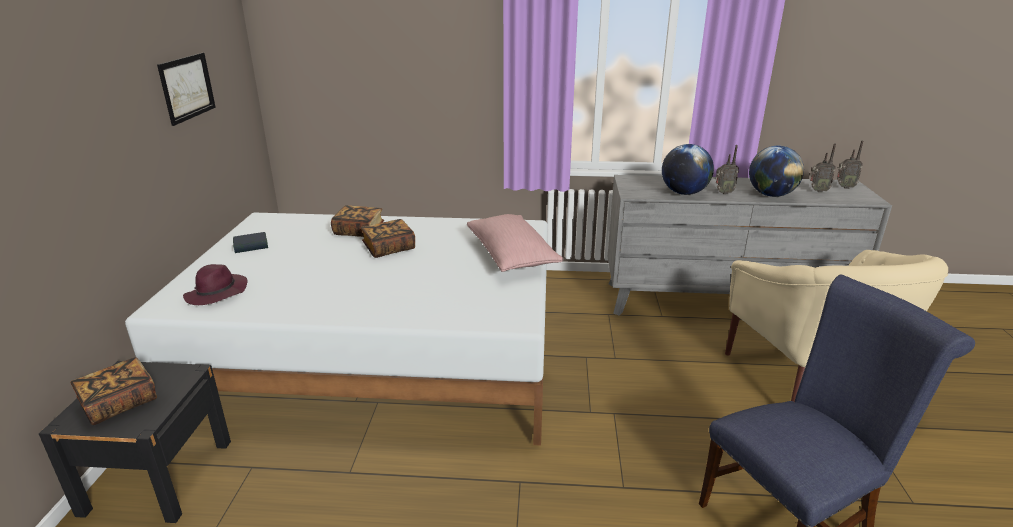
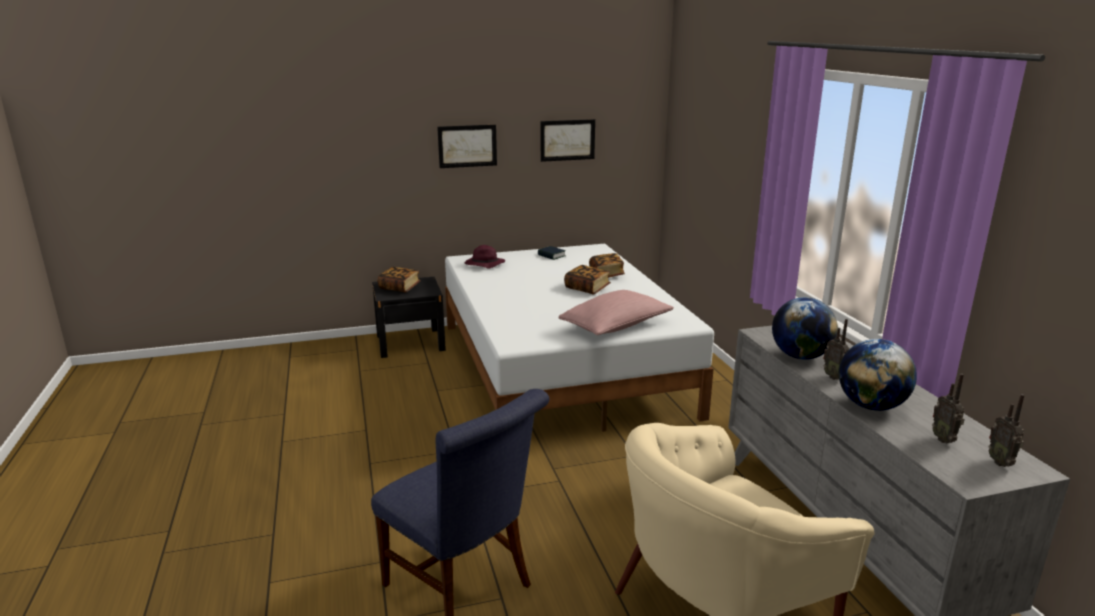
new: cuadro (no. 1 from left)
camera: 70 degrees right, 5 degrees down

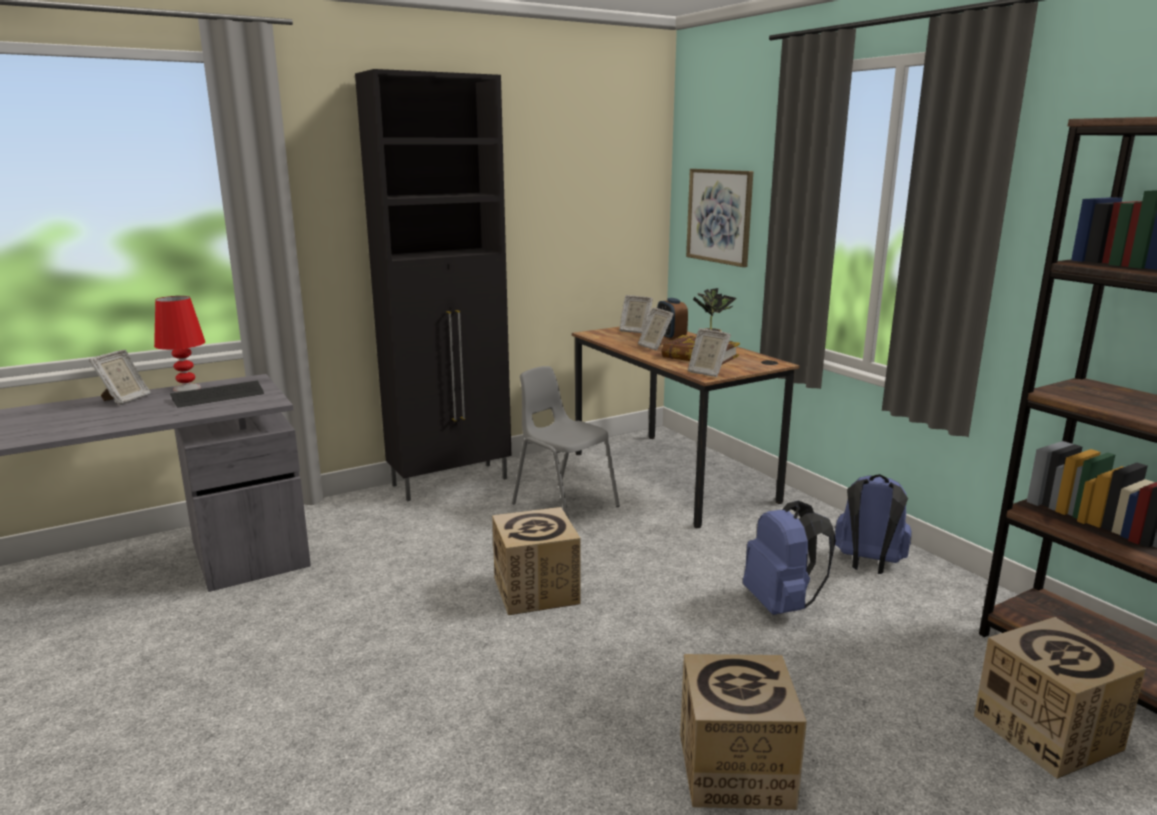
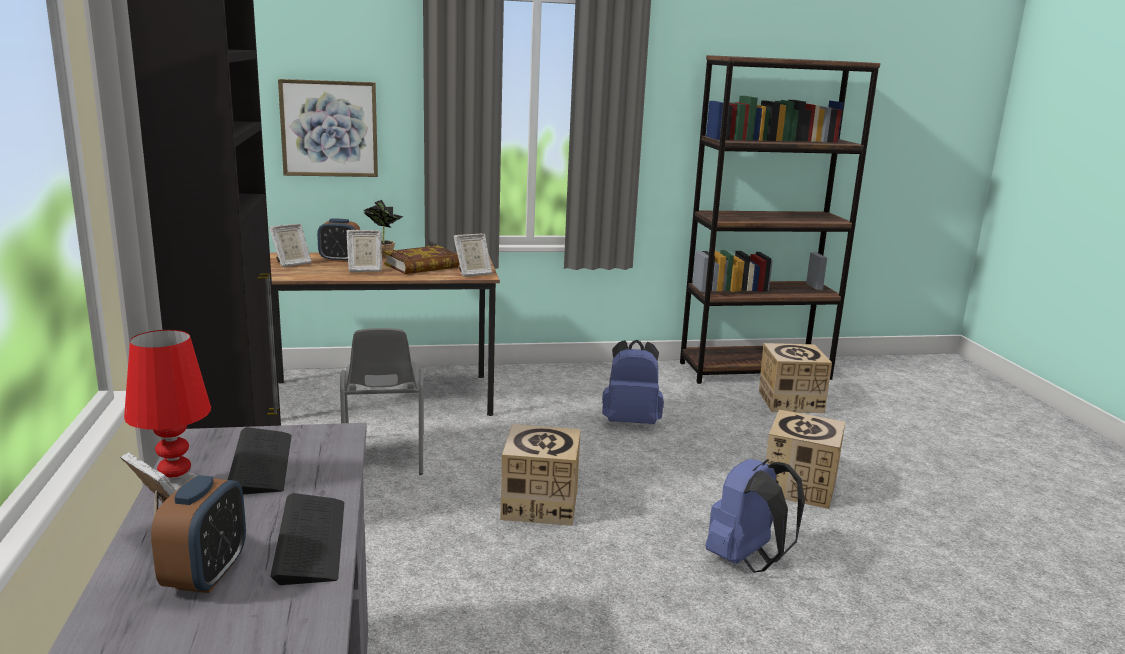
new: despertador (no. 1 from left); teclado (no. 2 from left)
shifted: mochila [azul] (no. 2 from left)
rotated: silla [gris] 75 degrees counterclockwise
camera: 70 degrees left, 0 degrees up

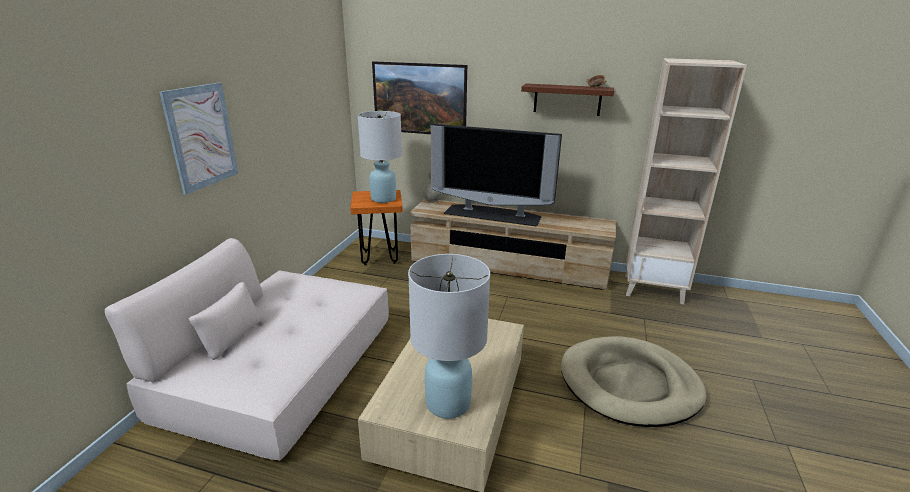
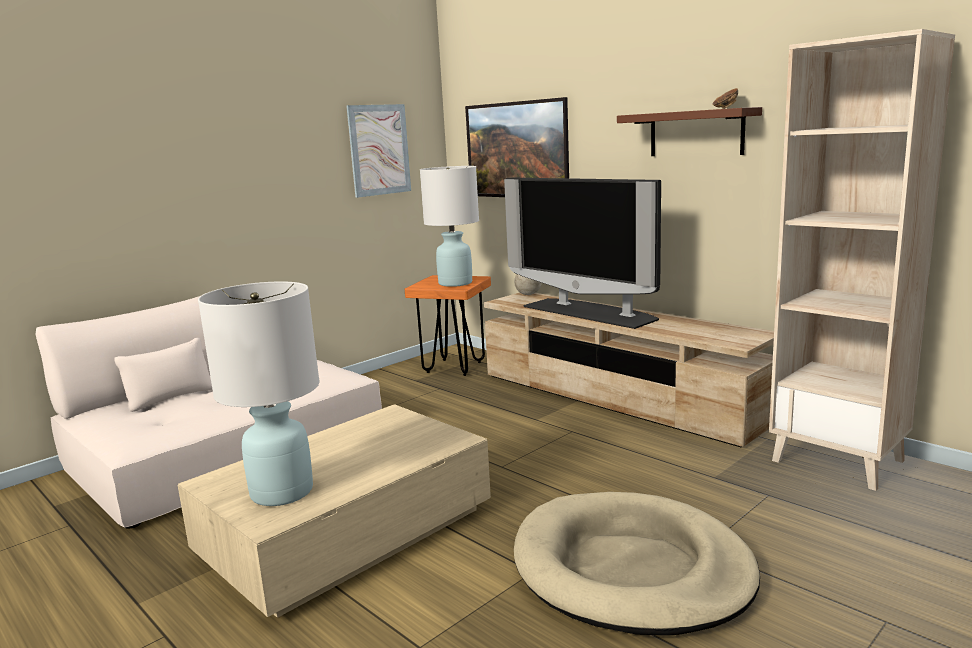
shifted: cuadro (no. 1 from left)
camera: 30 degrees right, 10 degrees down

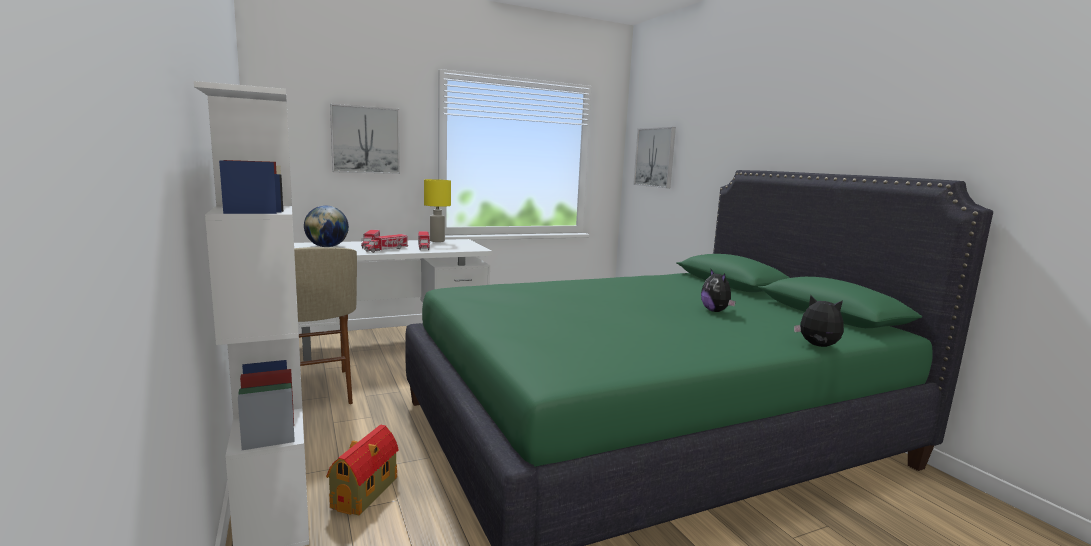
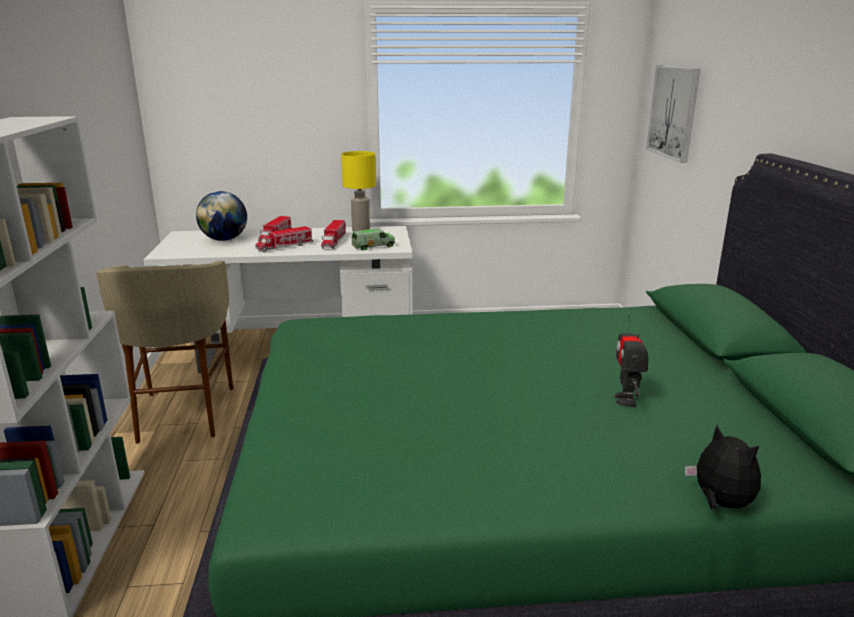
gone: casita; cuadro (no. 1 from left)
new: camión de juguete (no. 4 from left)
swapped: peluche (no. 1 from left) to robot de juguete
camera: 20 degrees right, 10 degrees up

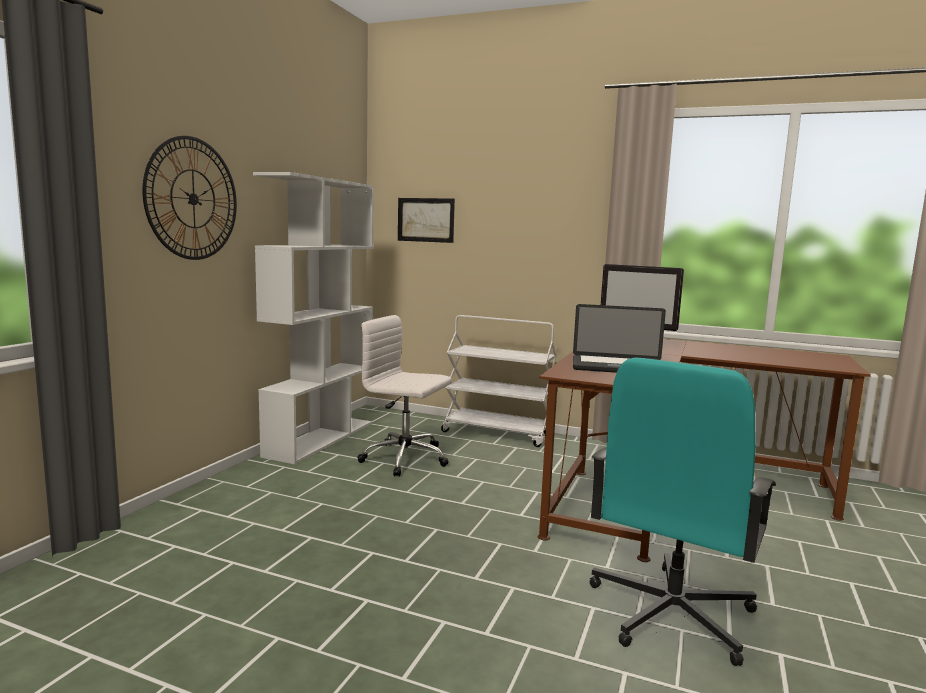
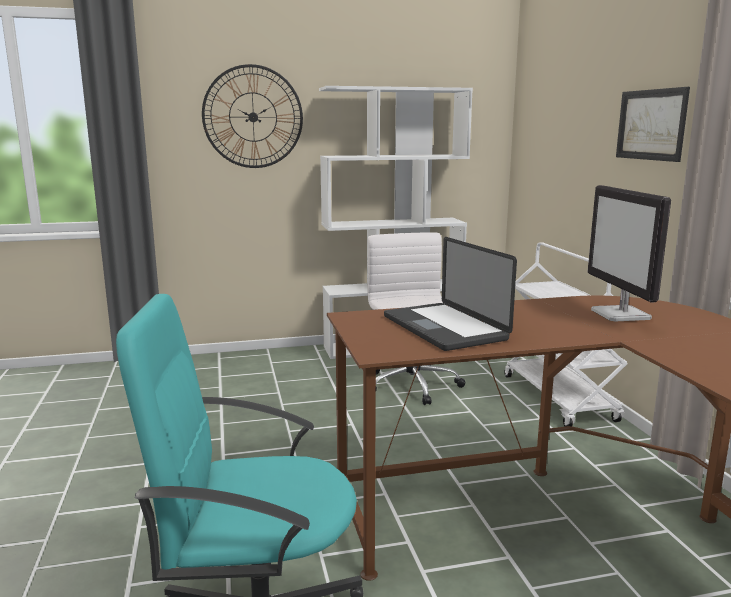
shifted: cuadro
camera: 55 degrees right, 5 degrees up

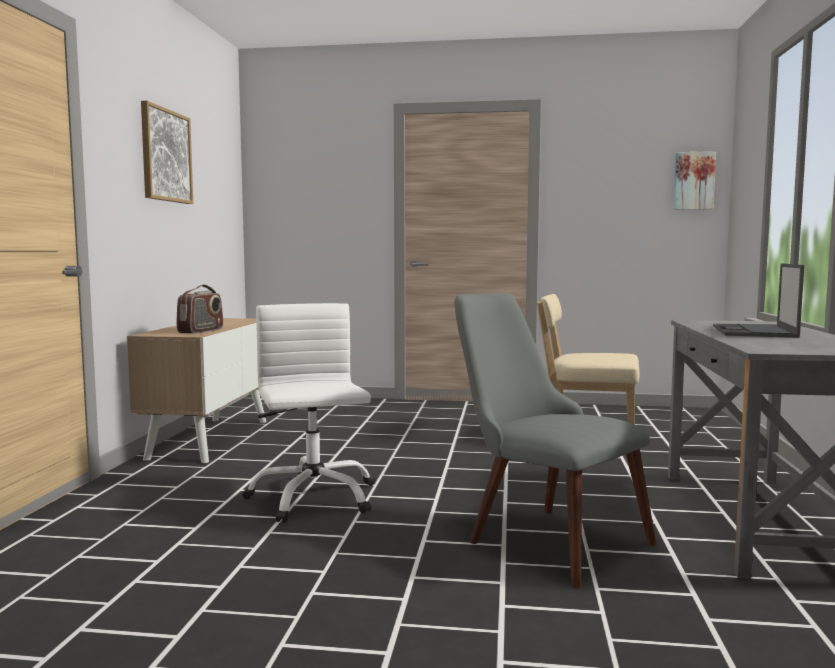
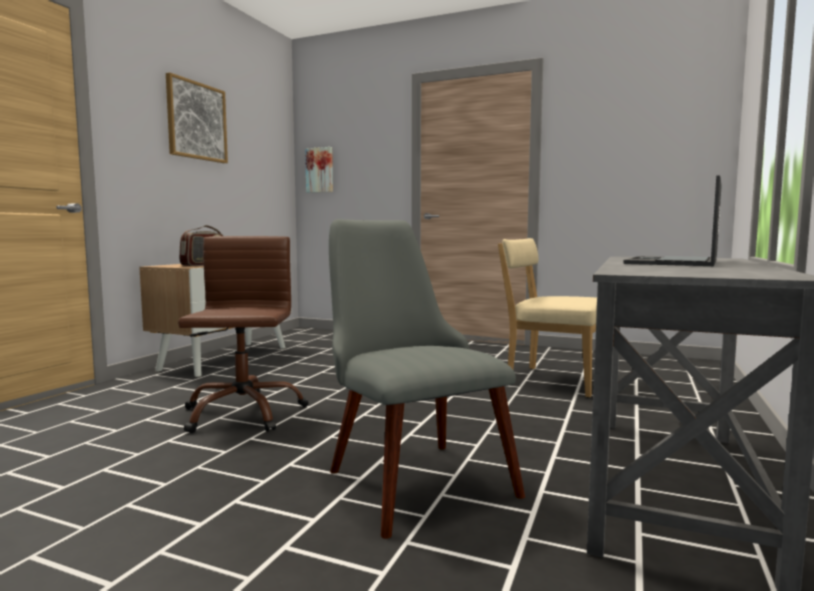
shifted: cuadro (no. 2 from left)
repainted: silla de oficina [blanco] to silla de oficina [marrón]
camera: 15 degrees right, 0 degrees up

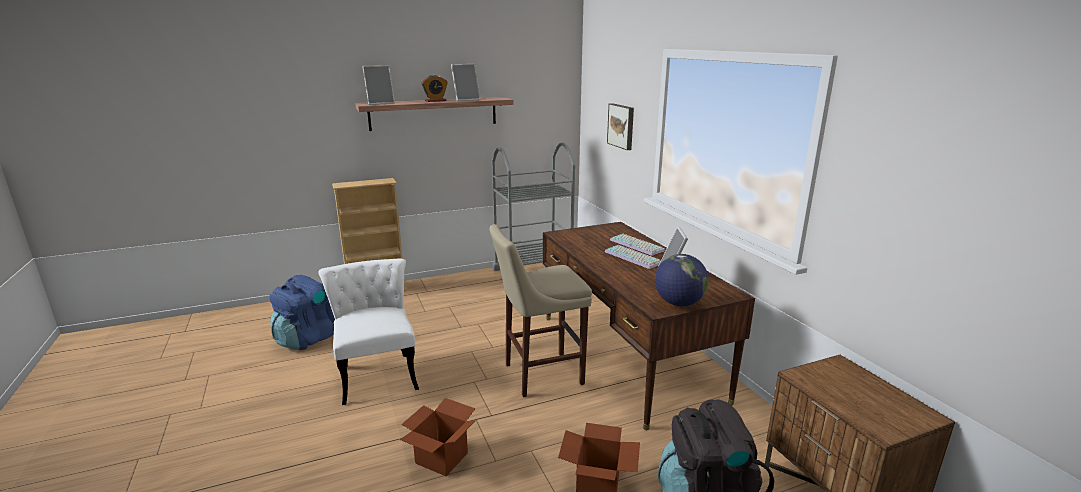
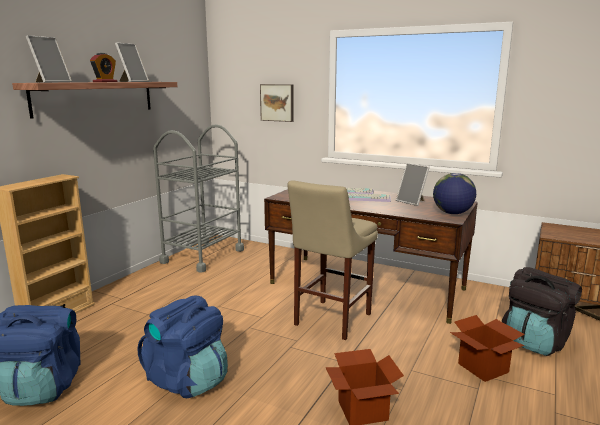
swapped: silla [blanco] to mochila [azul] (no. 2 from left)
camera: 40 degrees left, 5 degrees down

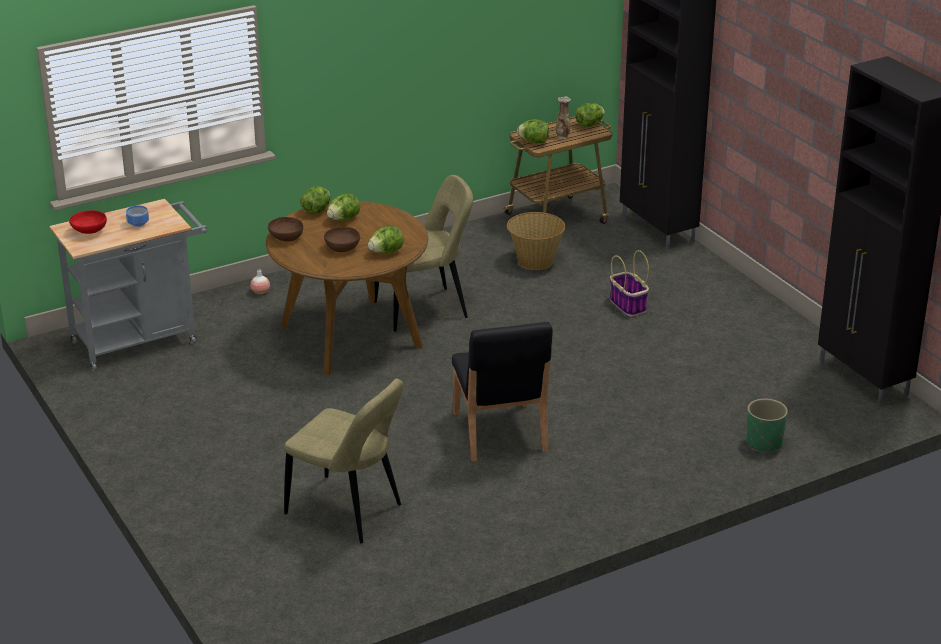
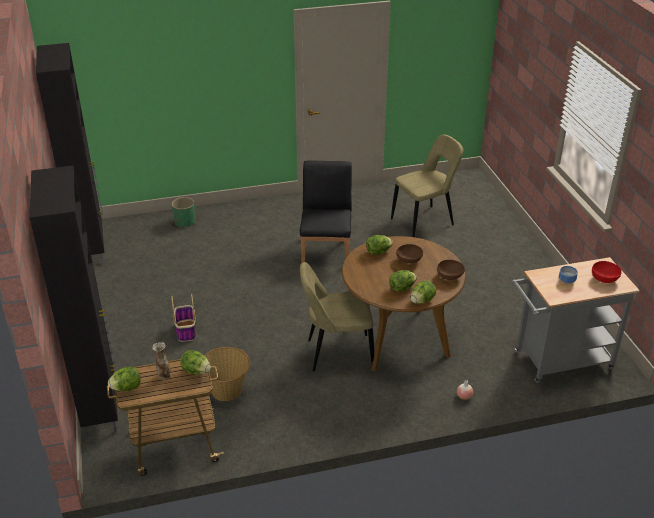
rotated: silla [beis] (no. 1 from left in the first image) 105 degrees clockwise
camera: 165 degrees left, 5 degrees up

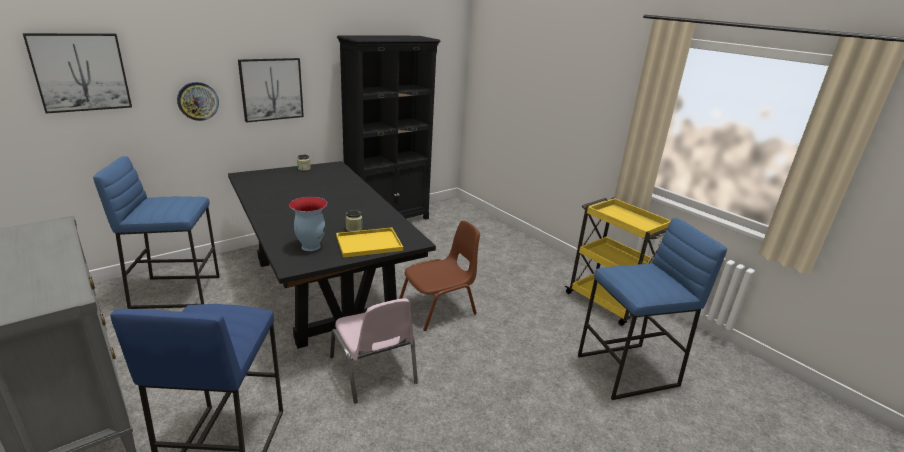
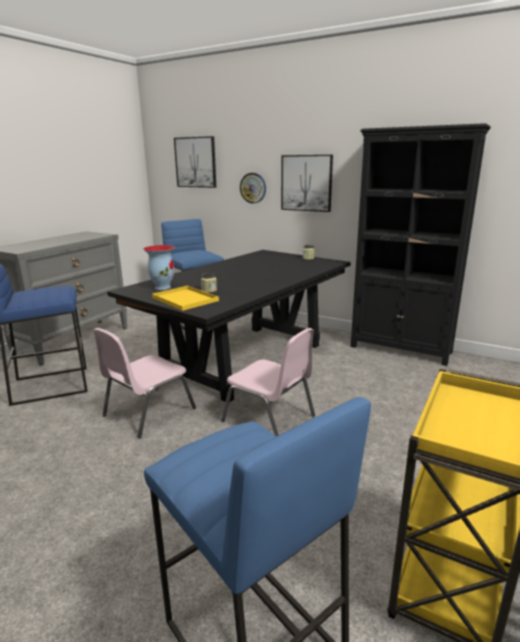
repainted: silla [marrón] to silla [rosa] (no. 2 from left)
camera: 70 degrees right, 5 degrees down

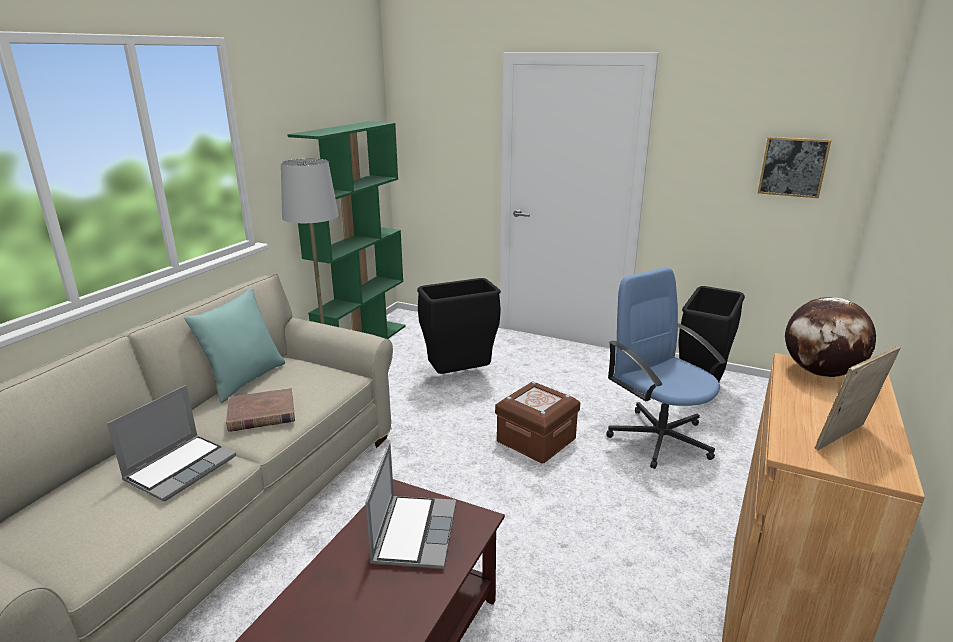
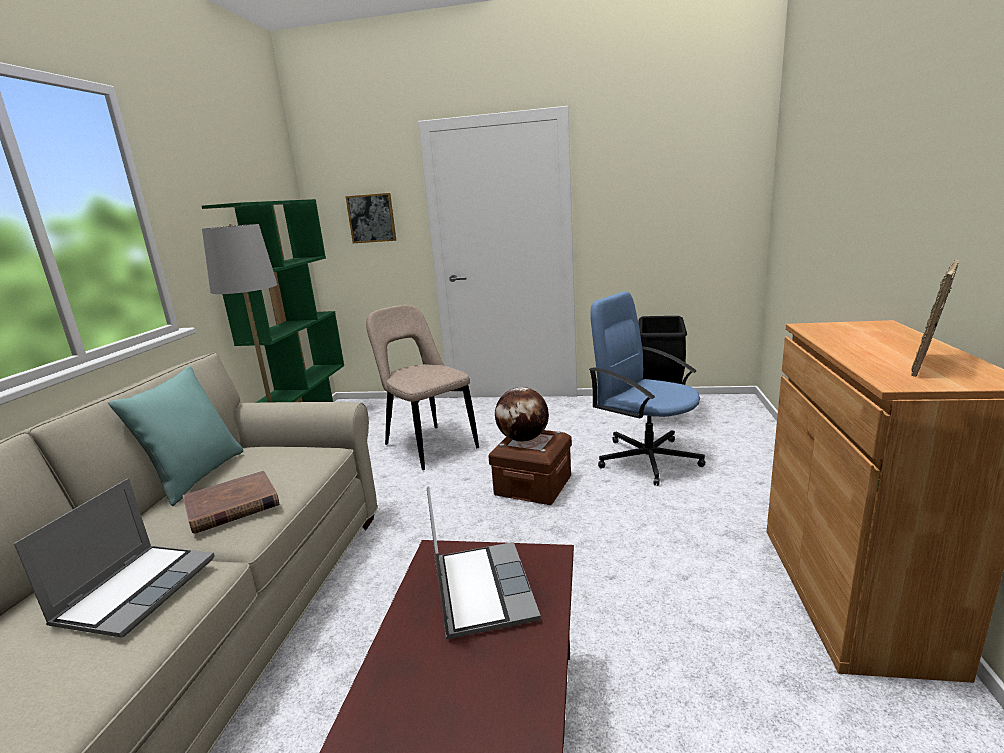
shifted: cuadro; globo terráqueo
swapped: papelera [negro] (no. 1 from left) to silla [beis]
camera: 15 degrees left, 5 degrees down

